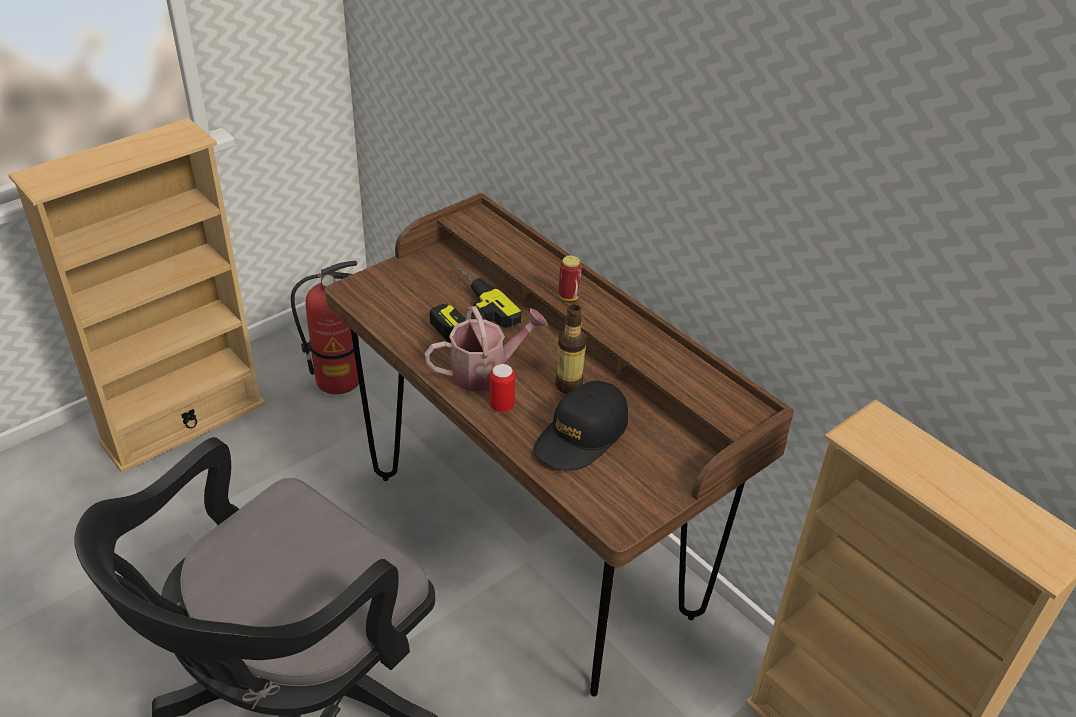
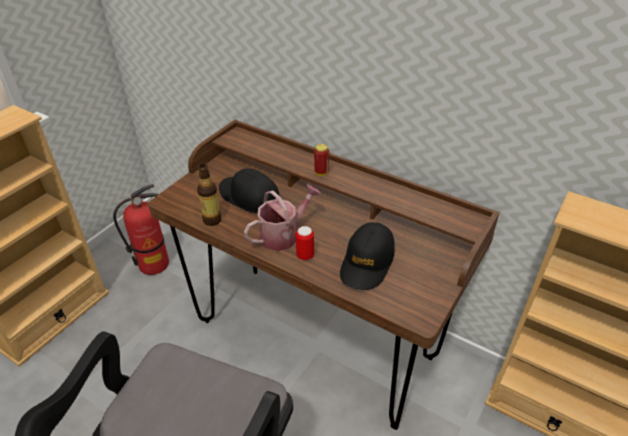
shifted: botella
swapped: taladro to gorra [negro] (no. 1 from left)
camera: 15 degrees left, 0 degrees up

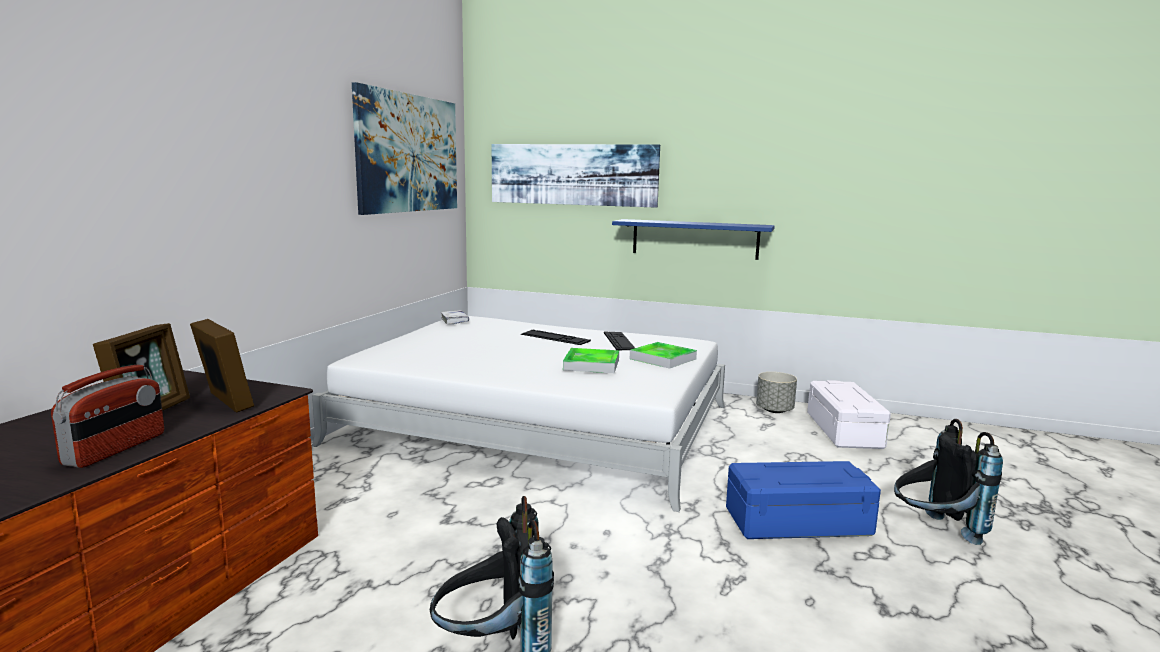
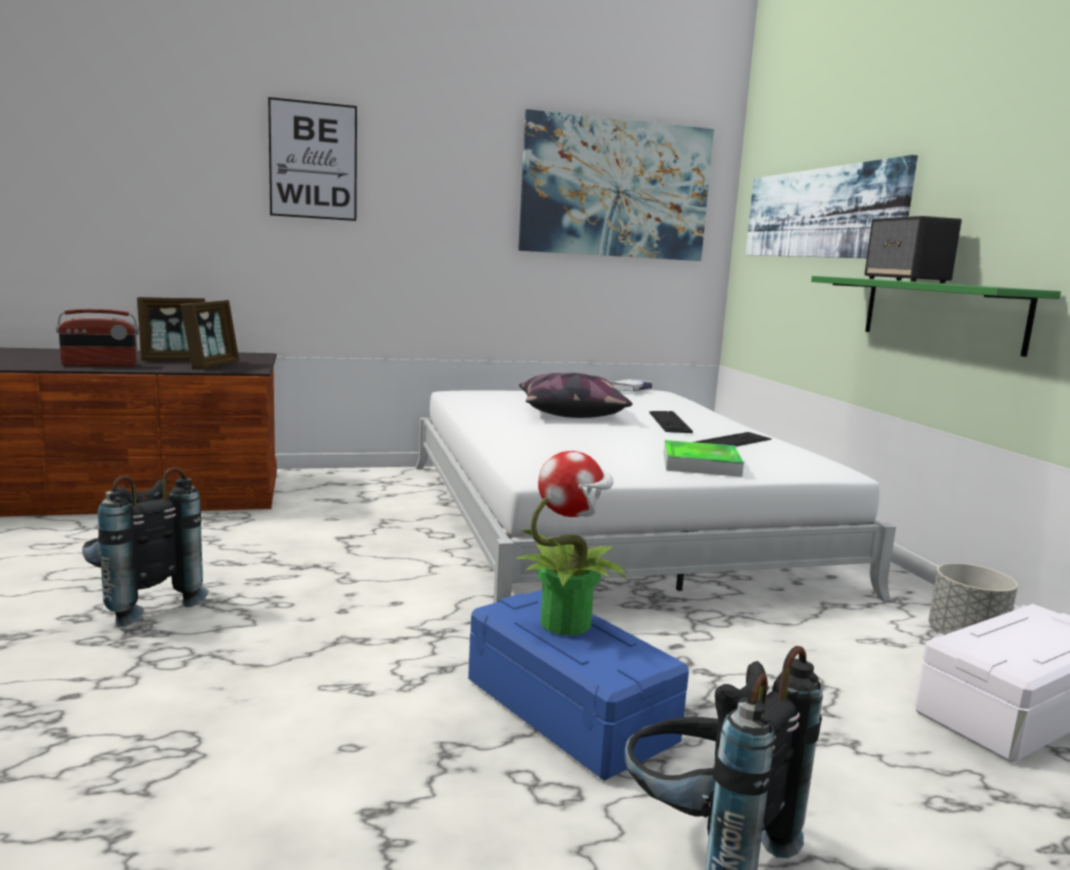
gone: bandeja (no. 1 from left)
new: cuadro (no. 1 from left); planta en maceta; cojín; altavoz
repainted: estante [azul] to estante [verde]
camera: 55 degrees right, 0 degrees up

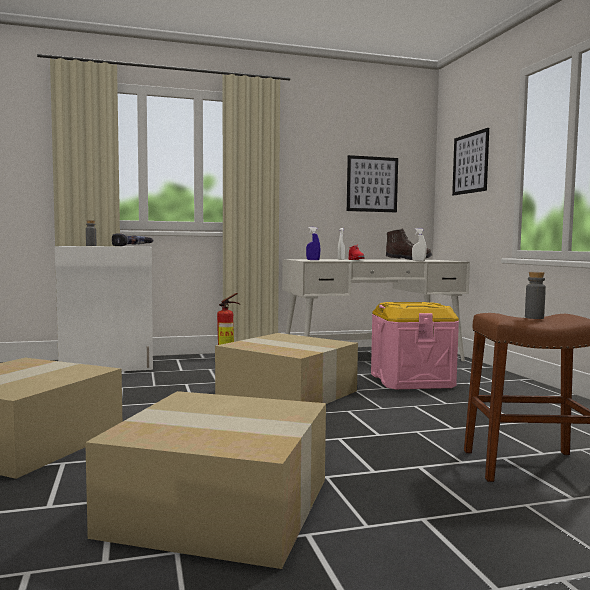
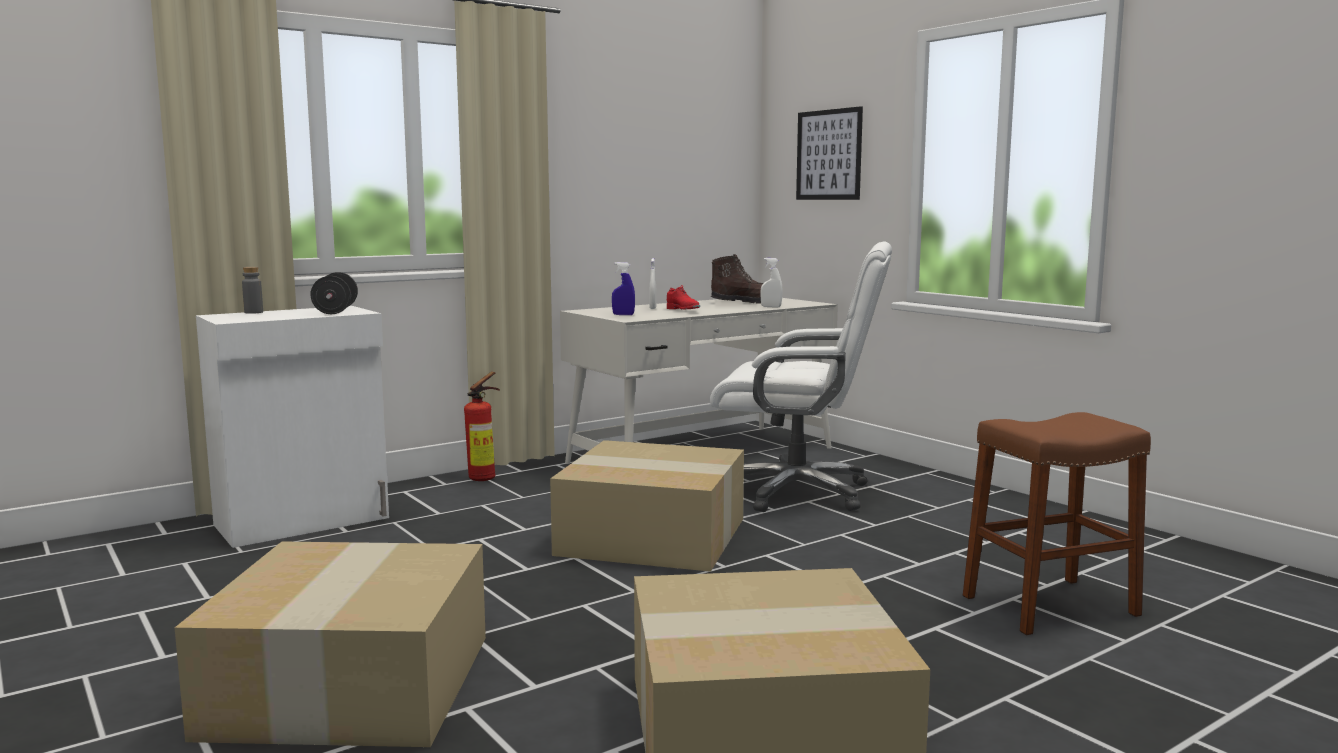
gone: cuadro (no. 1 from left); botella [gris] (no. 2 from left)
swapped: taladro to mancuerna [negro]; caja de almacenaje [rosa] to silla de oficina [blanco]
camera: 20 degrees left, 5 degrees up

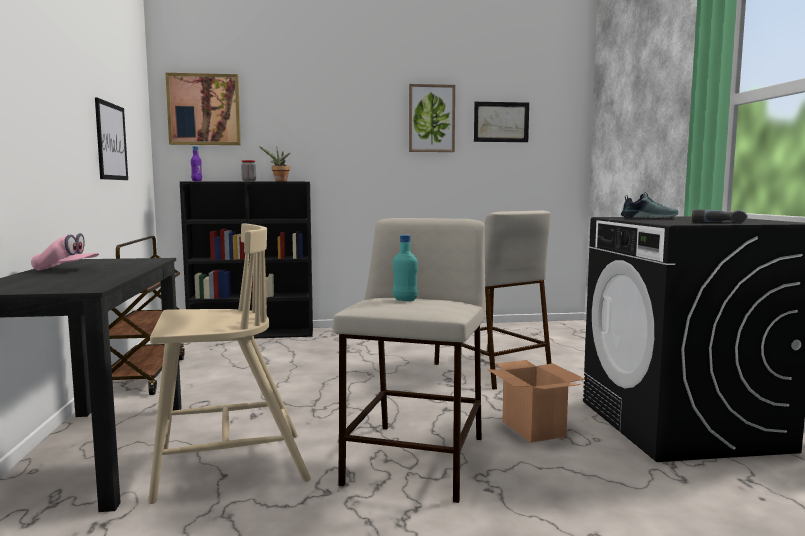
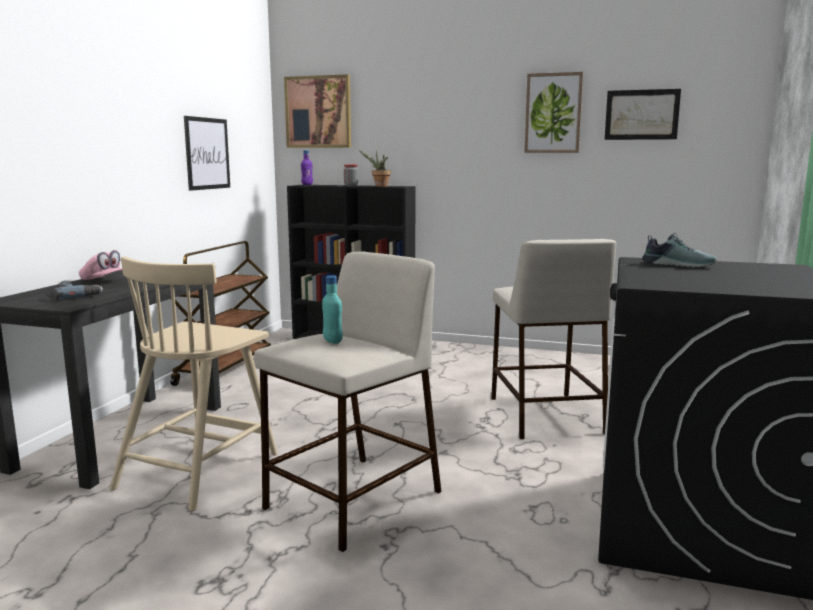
gone: caja de cartón
shifted: taladro
rotated: silla [beis] 105 degrees clockwise
camera: 25 degrees right, 5 degrees up

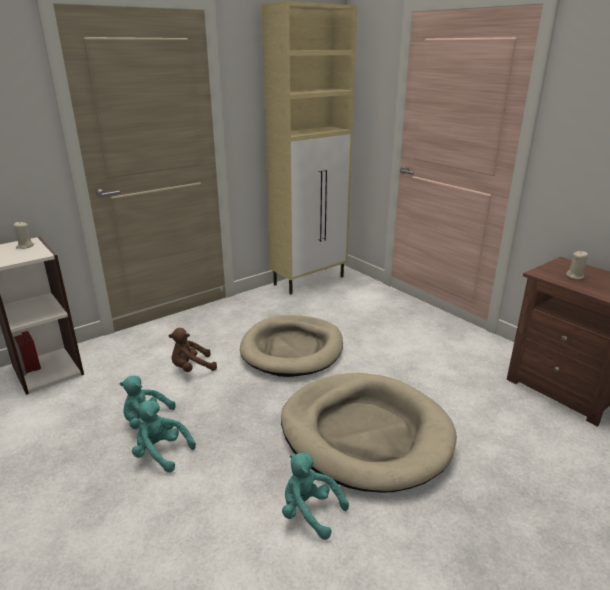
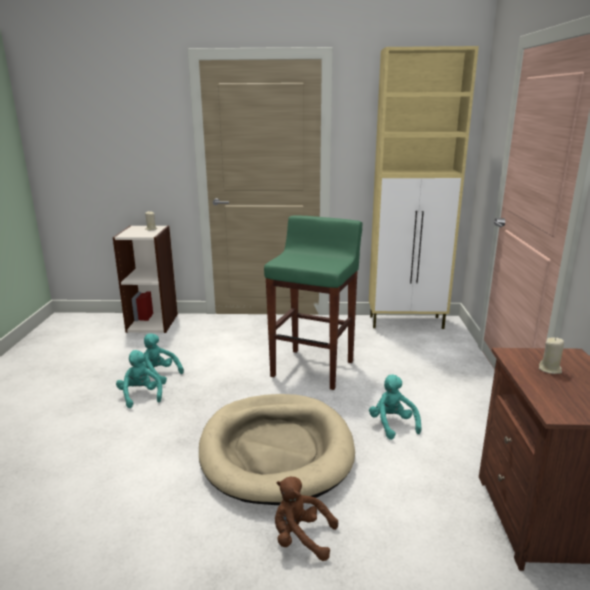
shifted: peluche [marrón]; peluche [turquesa] (no. 3 from left)
swapped: cama para perro [beis] (no. 1 from left) to taburete [verde]
camera: 40 degrees right, 5 degrees down

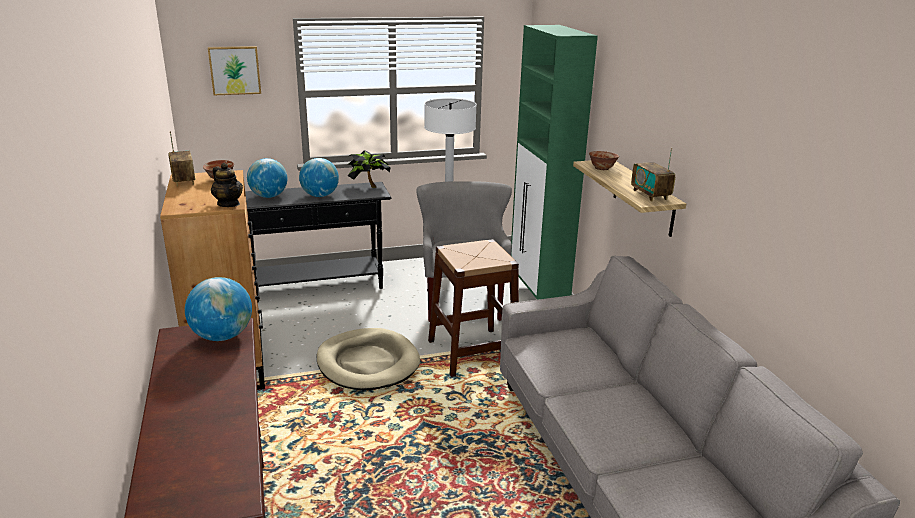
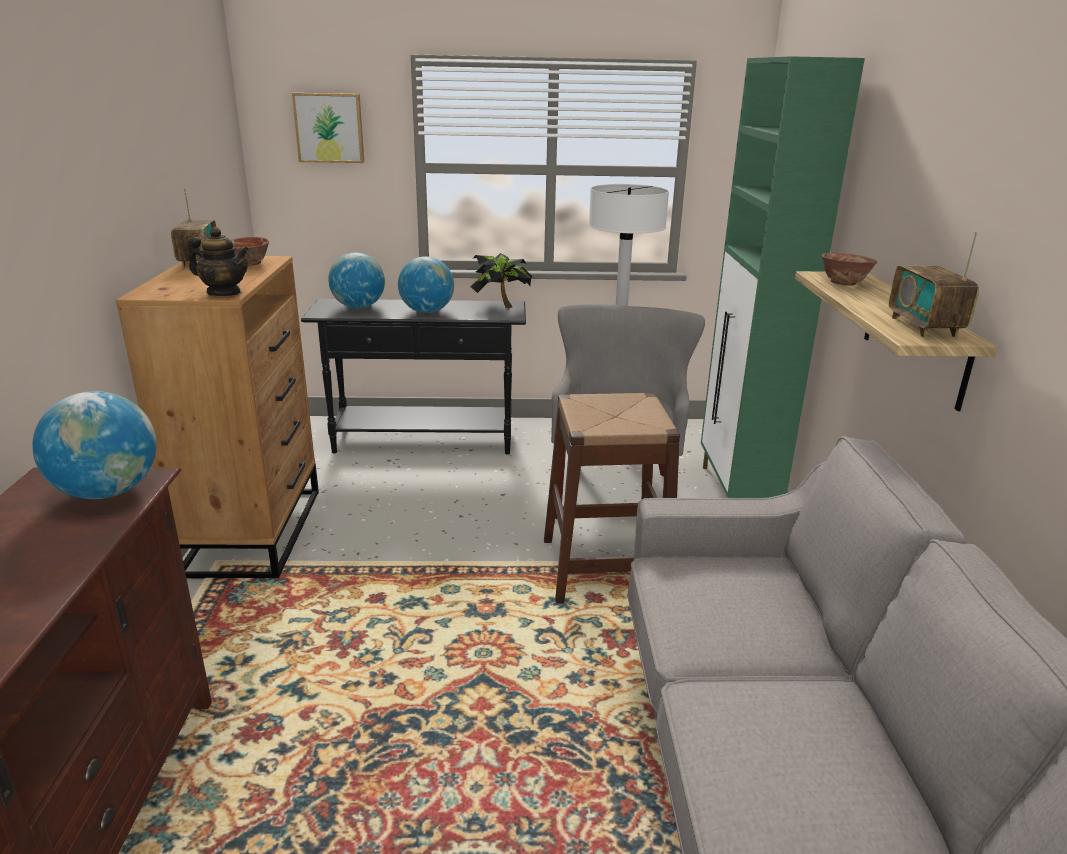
gone: cama para perro [beis]
rotated: tetera 45 degrees counterclockwise
camera: 15 degrees right, 0 degrees up

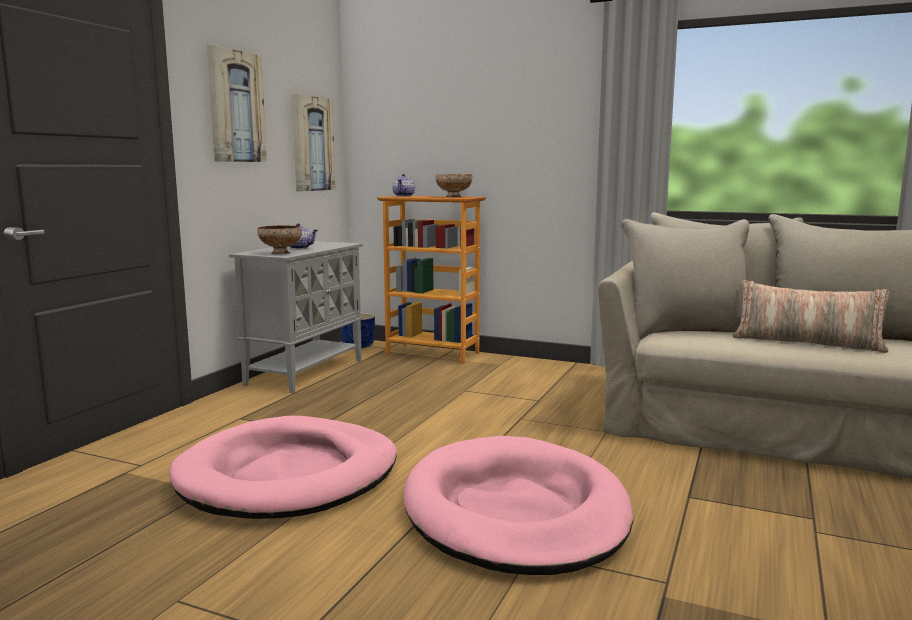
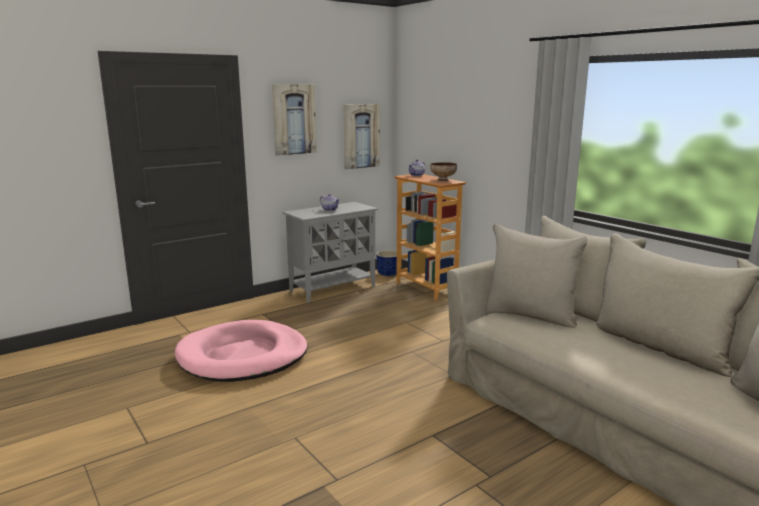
gone: cuenco (no. 1 from left); cama para perro [rosa] (no. 2 from left); cojín
camera: 30 degrees right, 5 degrees up

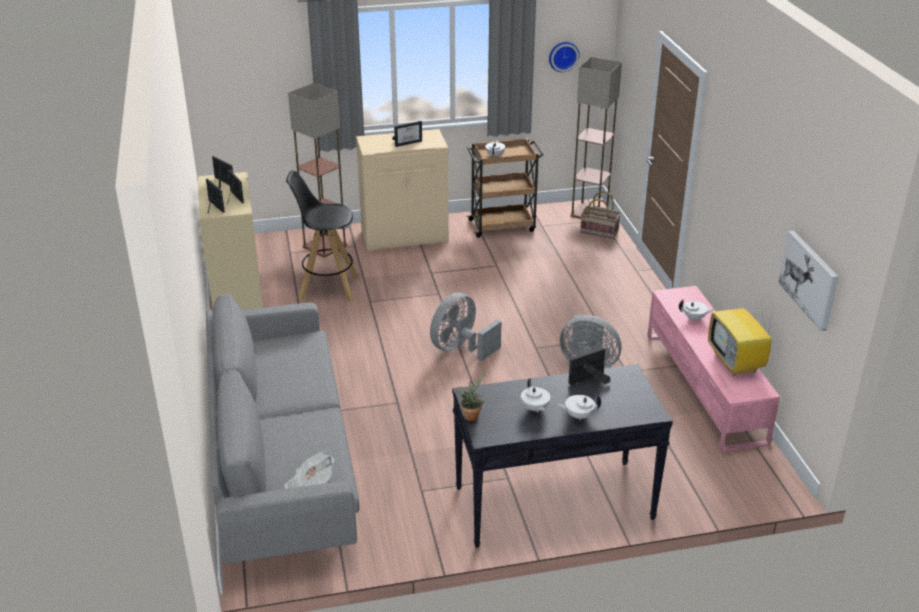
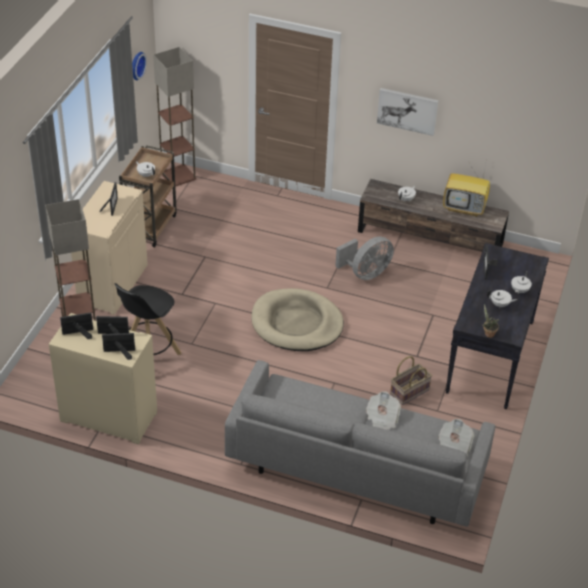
new: periódico (no. 1 from left)
shifted: cesta; cuadro
swapped: ventilador [gris] (no. 1 from left) to cama para perro [beis]
repainted: mueble de televisión [rosa] to mueble de televisión [marrón]
camera: 60 degrees left, 10 degrees up

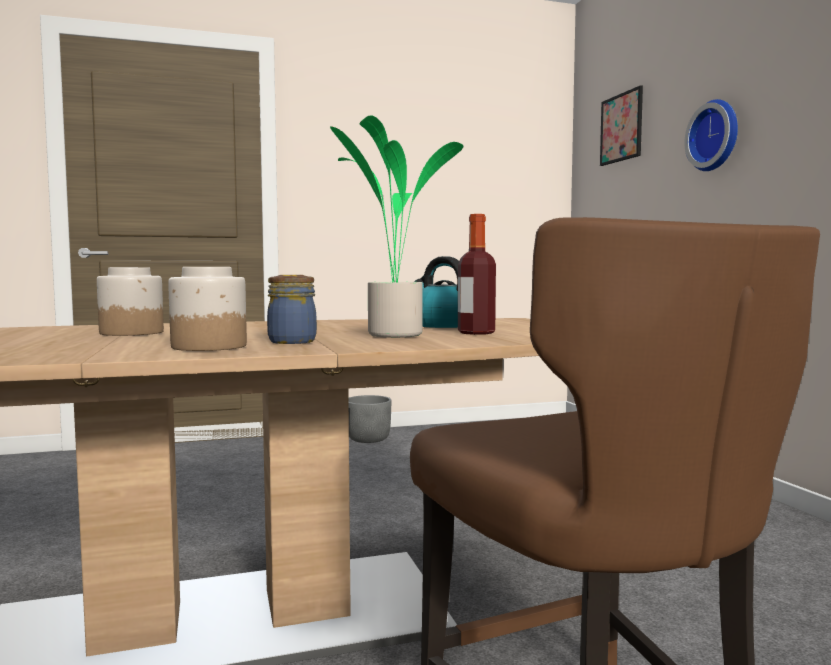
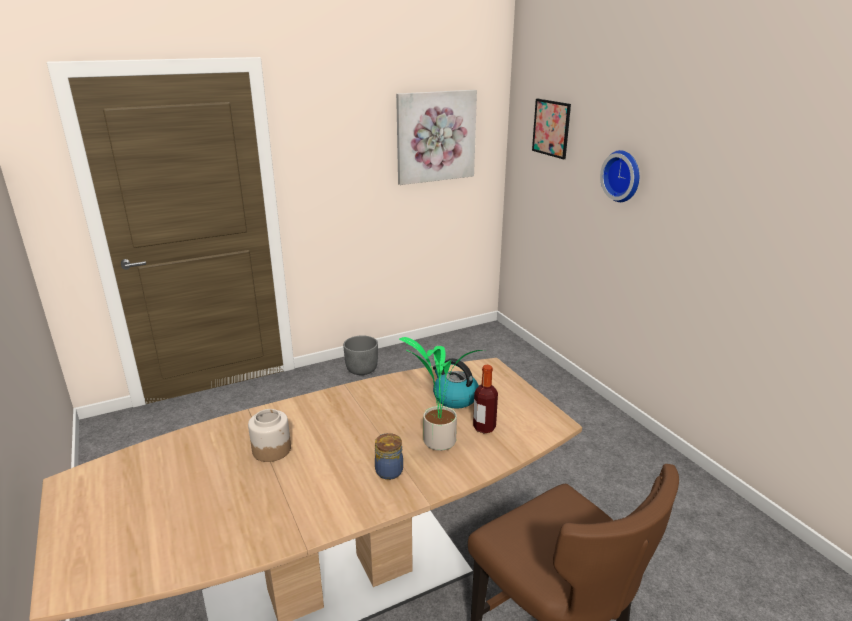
gone: tarro (no. 2 from left)
new: cuadro (no. 1 from left)
camera: 10 degrees left, 20 degrees up

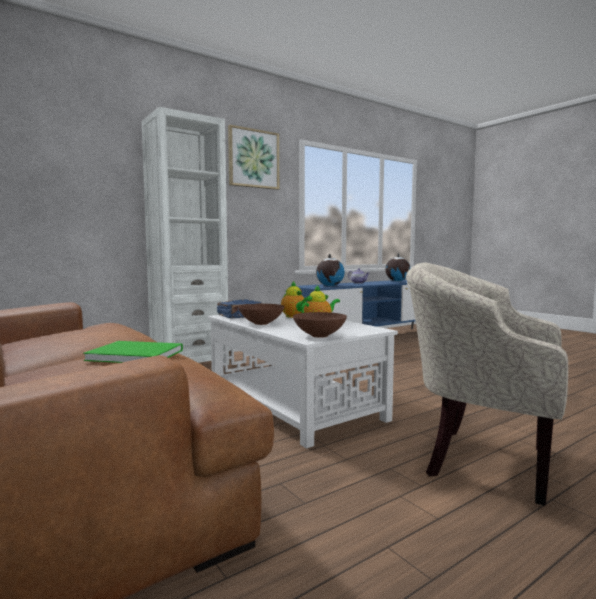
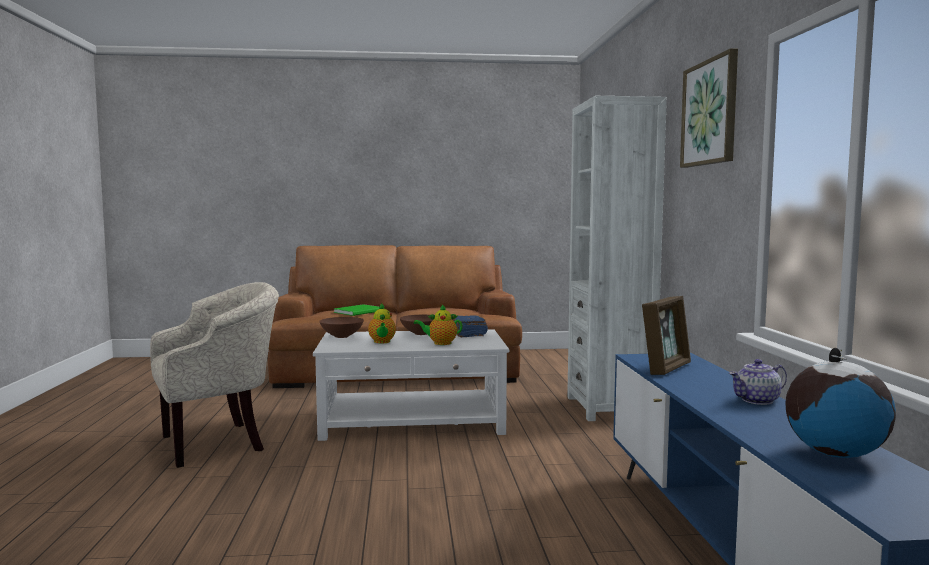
swapped: globo terráqueo (no. 1 from left) to portarretratos
camera: 120 degrees right, 0 degrees up

